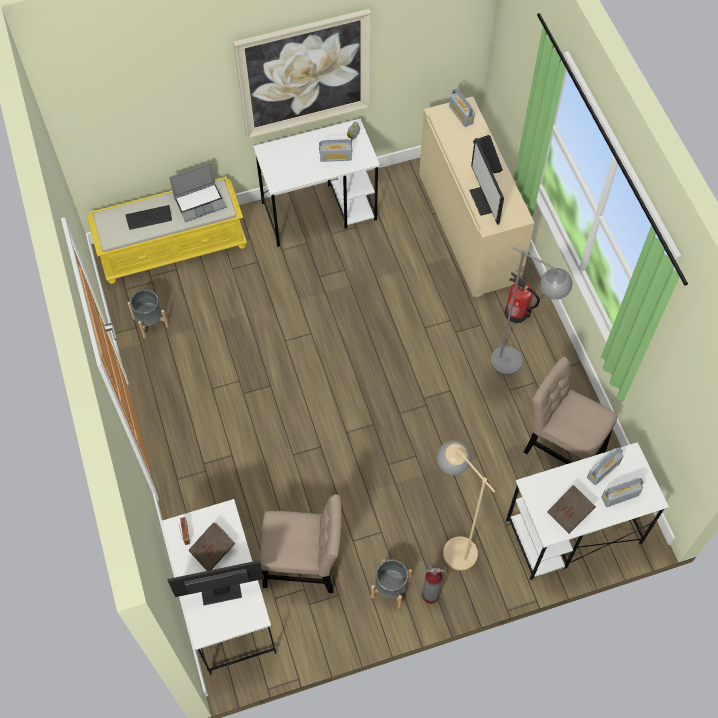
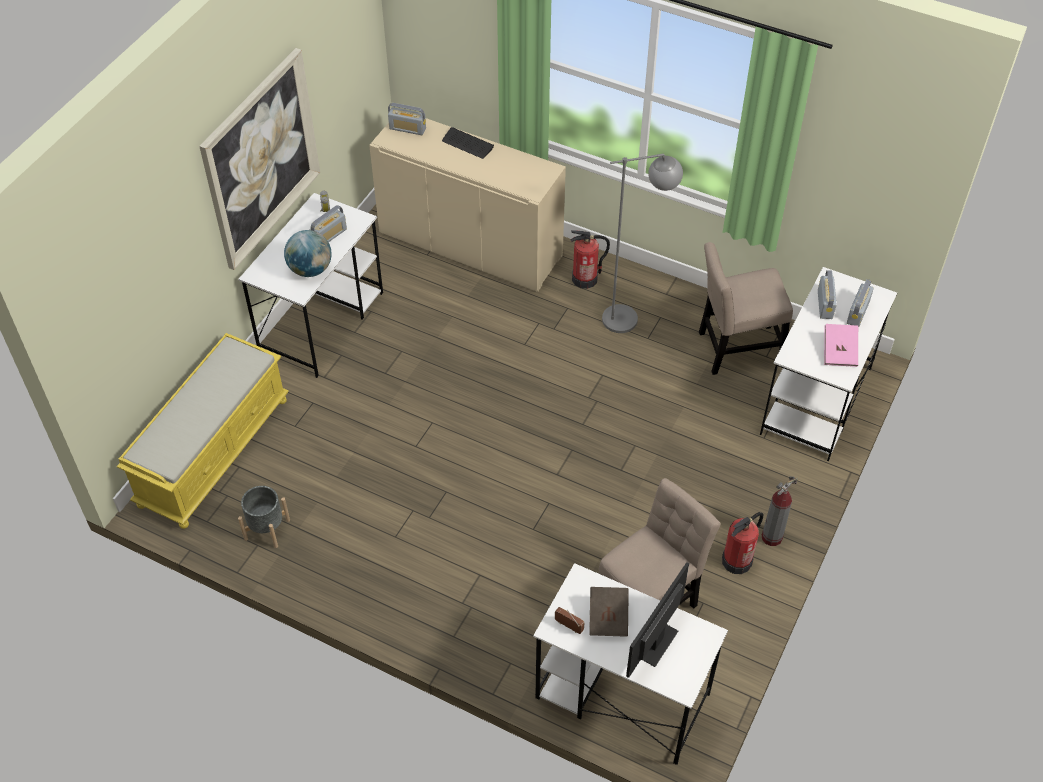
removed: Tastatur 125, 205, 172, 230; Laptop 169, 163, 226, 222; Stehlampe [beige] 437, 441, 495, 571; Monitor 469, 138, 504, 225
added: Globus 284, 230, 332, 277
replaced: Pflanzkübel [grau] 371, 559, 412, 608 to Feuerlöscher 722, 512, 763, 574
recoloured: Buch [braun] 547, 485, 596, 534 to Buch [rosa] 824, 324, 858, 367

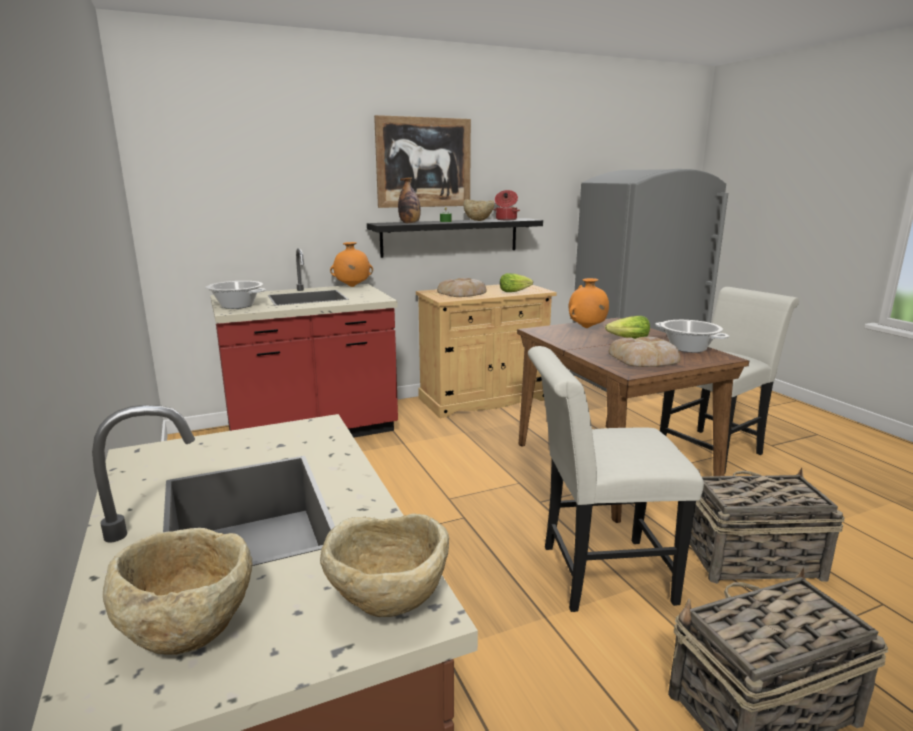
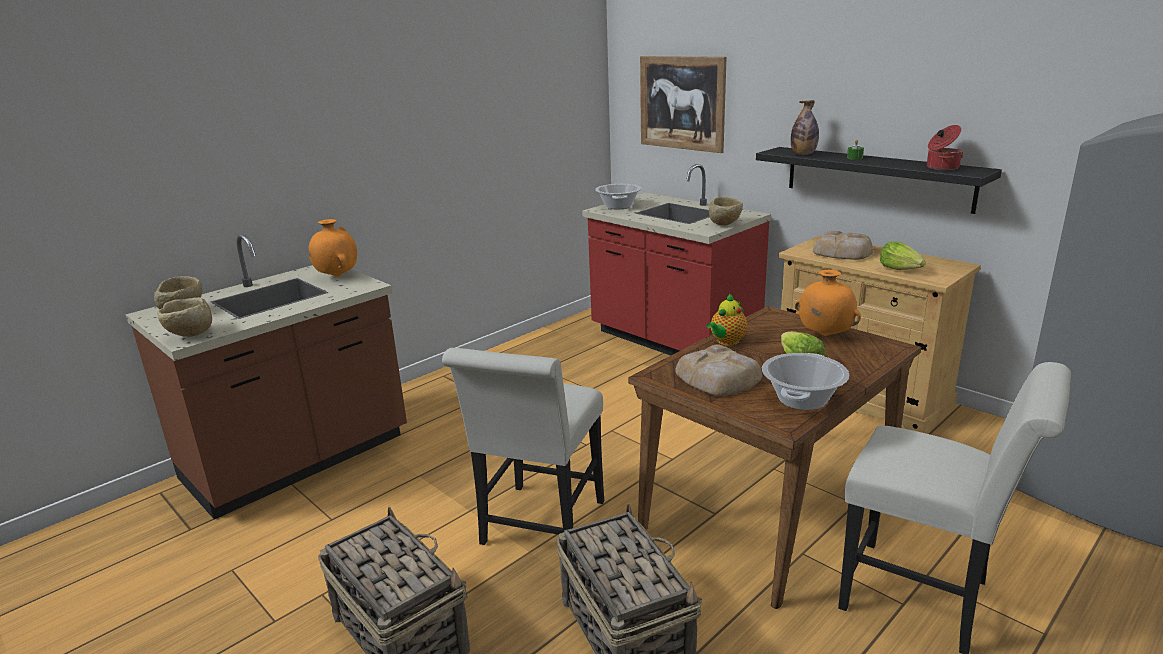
added: Teekanne 706, 293, 748, 346
moved: Vase [orange] 330, 242, 373, 287 to 308, 219, 357, 277; Bild 374, 115, 471, 208 to 640, 56, 727, 153; Schüssel [beige] 463, 199, 495, 221 to 709, 197, 743, 225
turned: Stuhl [weiß] 528, 346, 704, 612 = 442, 348, 604, 545 135 degrees counterclockwise

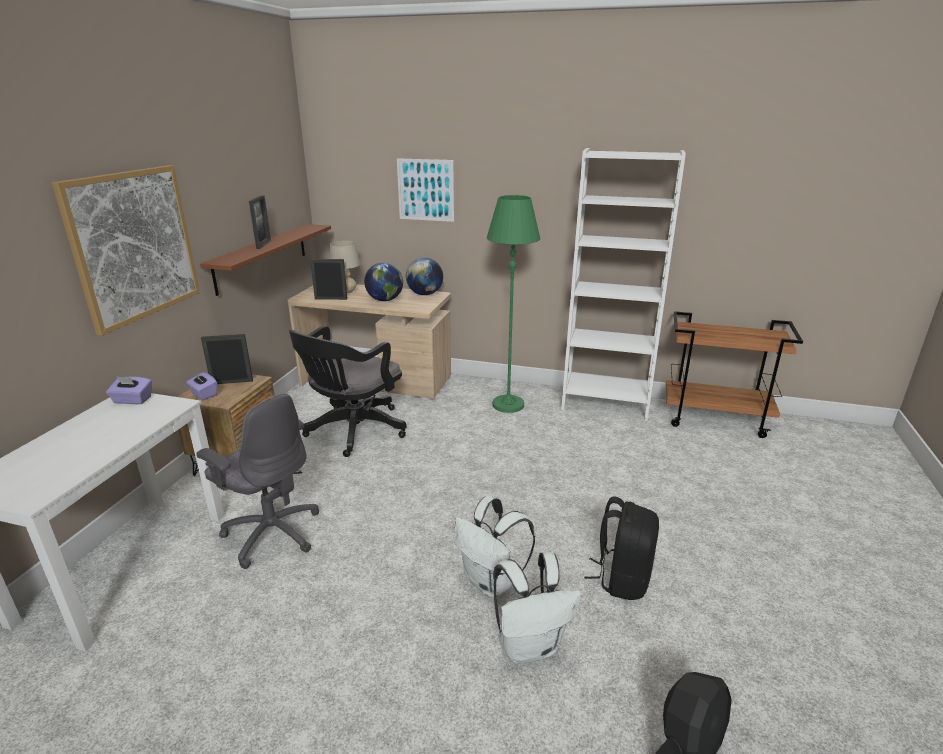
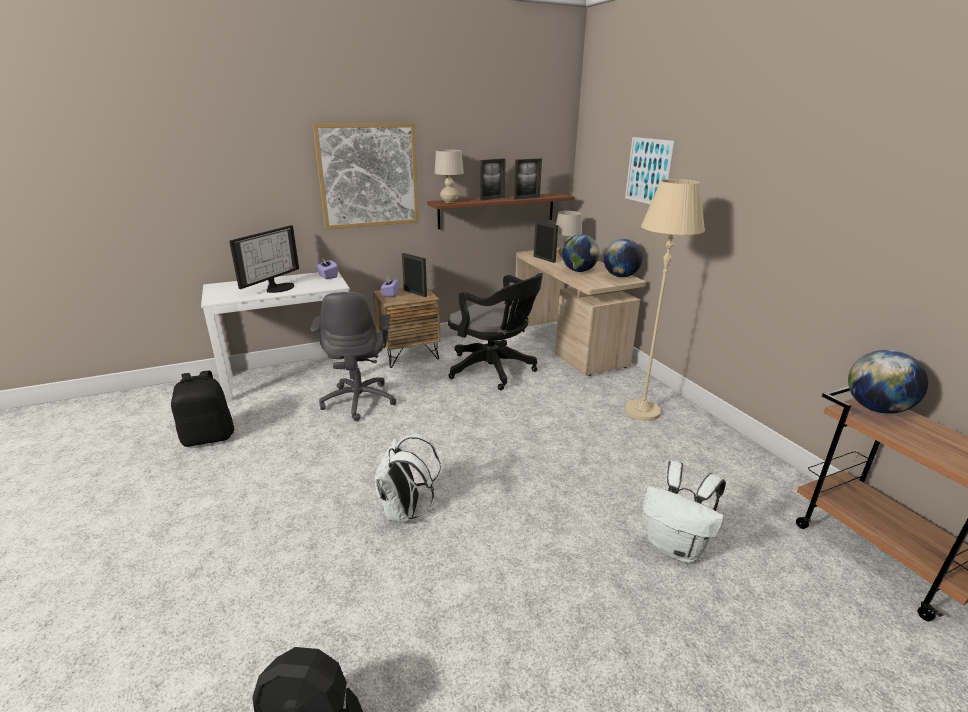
removed: Bücherregal [weiß] 561, 148, 686, 421
added: Monitor 229, 225, 299, 293; Tischlampe [beige] 434, 149, 464, 203; Bilderrahmen 514, 158, 542, 200; Globus 848, 350, 928, 414
moved: Rucksack [weiß] 493, 552, 581, 663 to 643, 461, 726, 563; Rucksack [schwarz] 584, 496, 659, 600 to 171, 371, 234, 447
recoloured: Stehlampe [grün] 487, 195, 540, 413 to Stehlampe [beige] 624, 179, 705, 421
turned: Bürostuhl [schwarz] 289, 326, 407, 457 = 448, 273, 543, 390 135 degrees counterclockwise

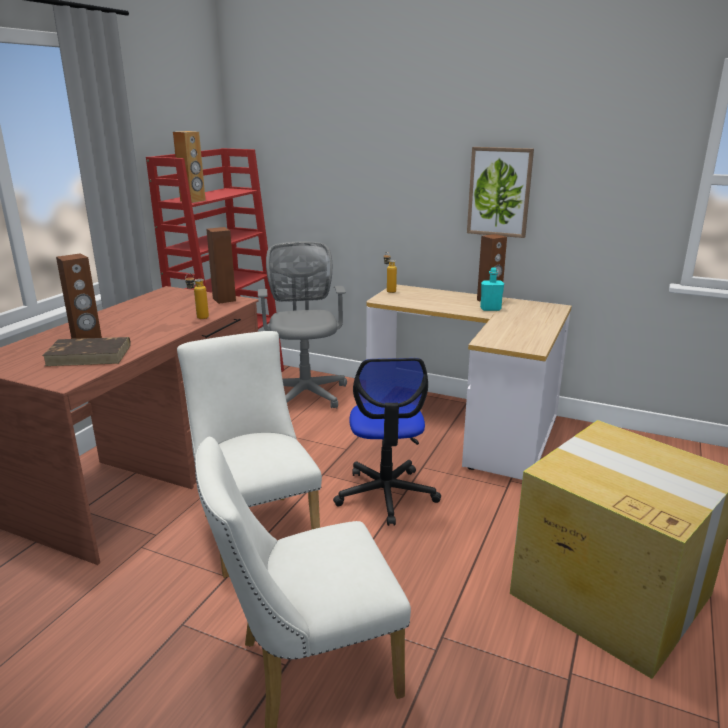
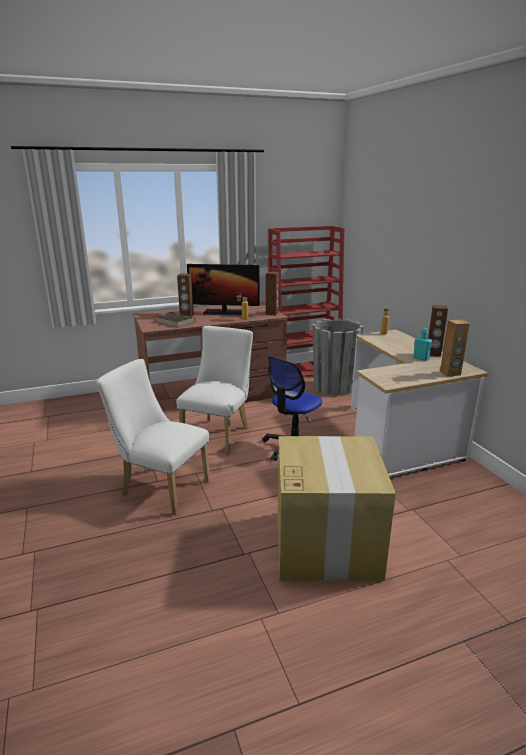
removed: Bild 467, 147, 534, 238
added: Monitor 187, 264, 260, 315
moved: Lautsprecher [braun] 173, 131, 206, 203 to 440, 319, 470, 376
replaced: Bürostuhl [grau] 258, 241, 347, 408 to Pflanzkübel [grau] 313, 318, 363, 396

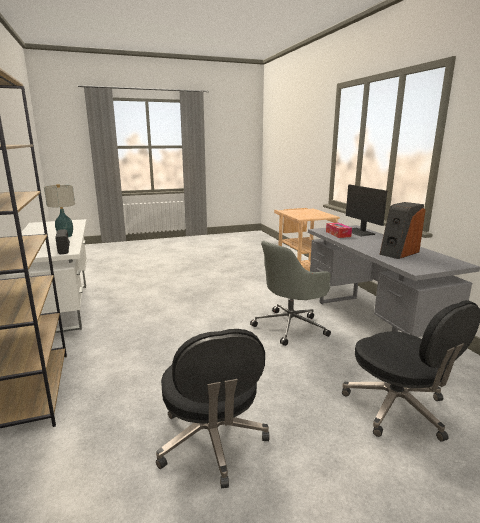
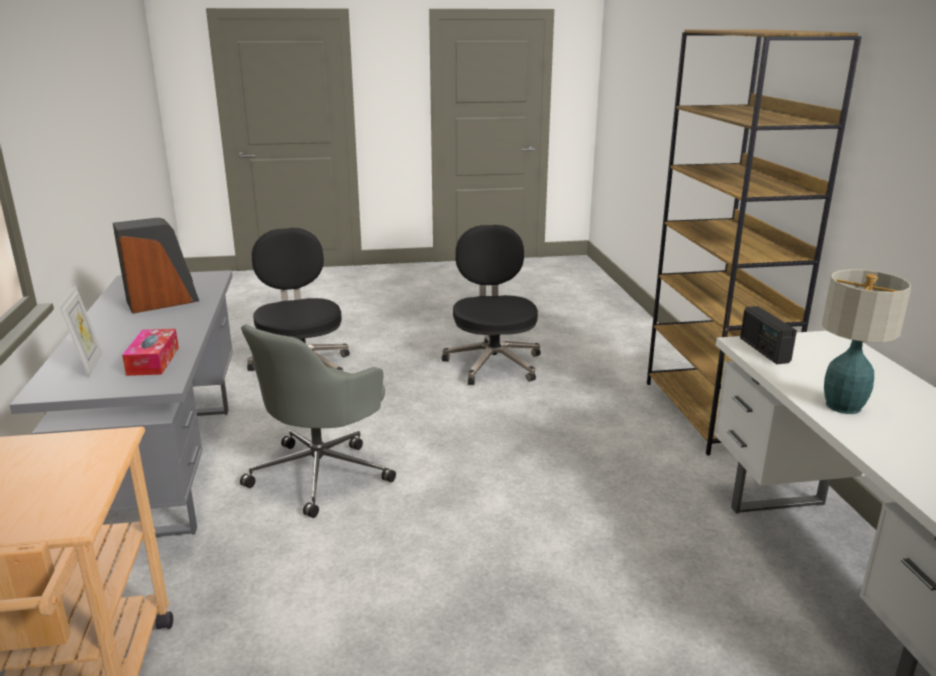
replaced: Monitor 346, 184, 387, 236 to Bilderrahmen 59, 286, 103, 378
turned: Bürostuhl [grau] 250, 241, 331, 346 = 240, 324, 396, 518 150 degrees clockwise

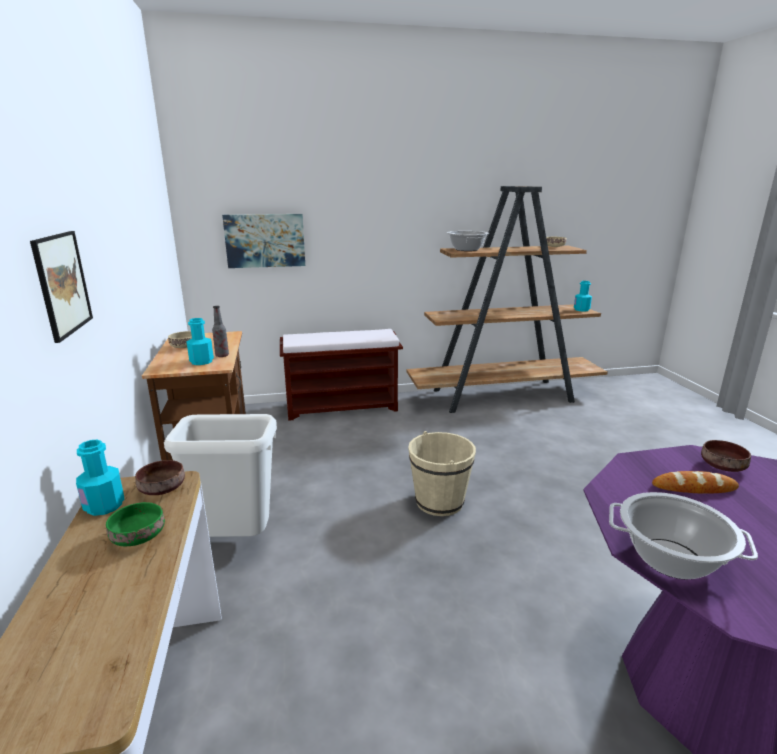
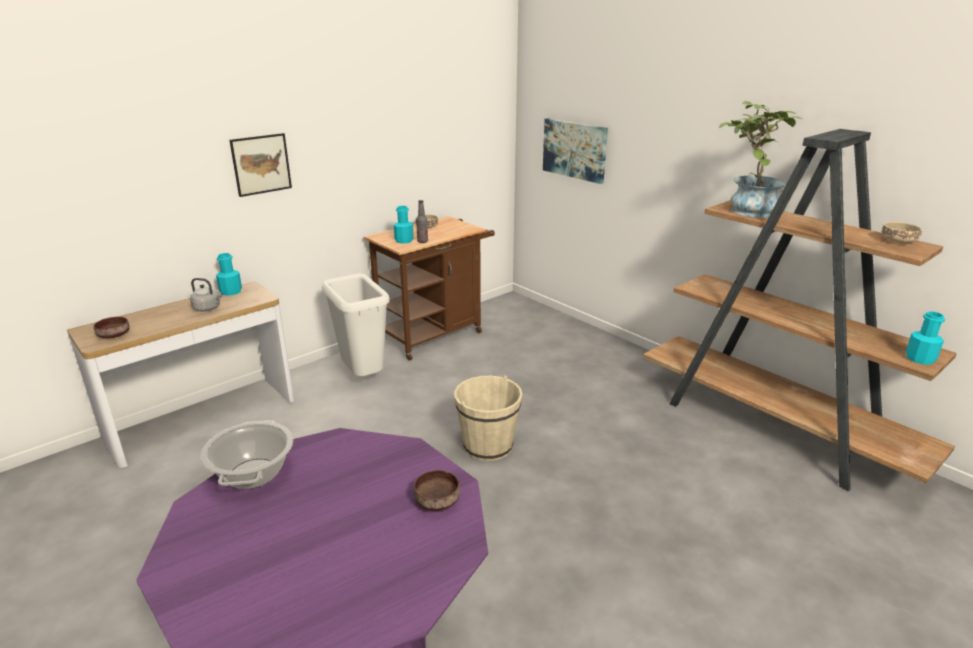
removed: Bank [braun] 280, 329, 403, 421; Brot 652, 471, 739, 494
moved: Schüssel [braun] 135, 460, 185, 495 to 94, 317, 130, 338
replaced: Schüssel [grün] 106, 502, 165, 546 to Wasserkessel [grau] 190, 278, 223, 312; Kochtopf 447, 231, 489, 251 to Topfpflanze 719, 101, 802, 218

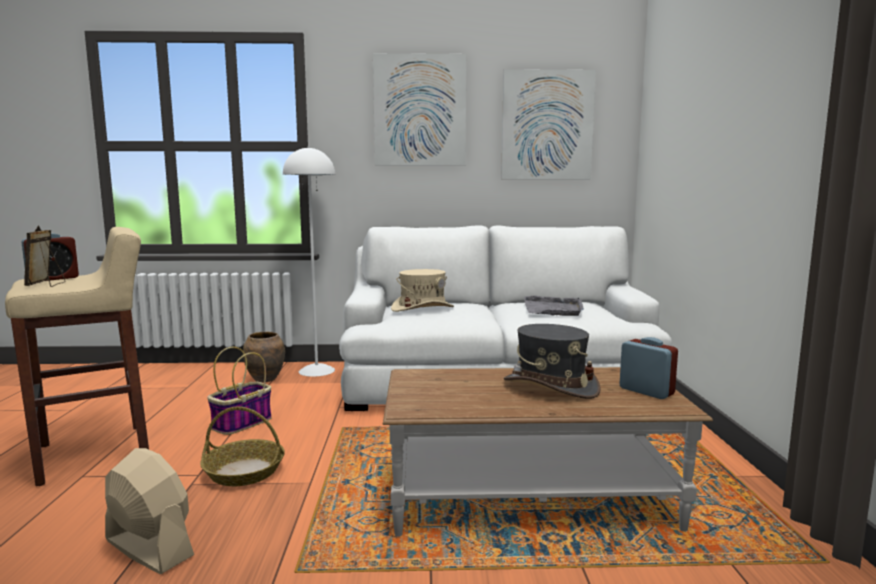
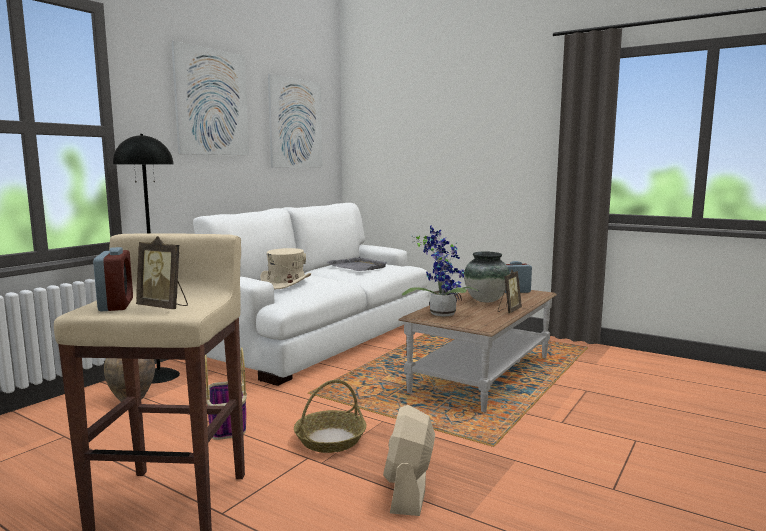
added: Topfpflanze 402, 226, 480, 317; Bilderrahmen 498, 270, 522, 313
replaced: Hut [grau] 504, 324, 601, 399 to Vase 464, 252, 510, 302
recoloured: Stehlampe [weiß] 283, 146, 335, 377 to Stehlampe [schwarz] 113, 134, 180, 384
turned: Ventilator [beige] 105, 448, 194, 574 = 383, 405, 435, 516 60 degrees counterclockwise

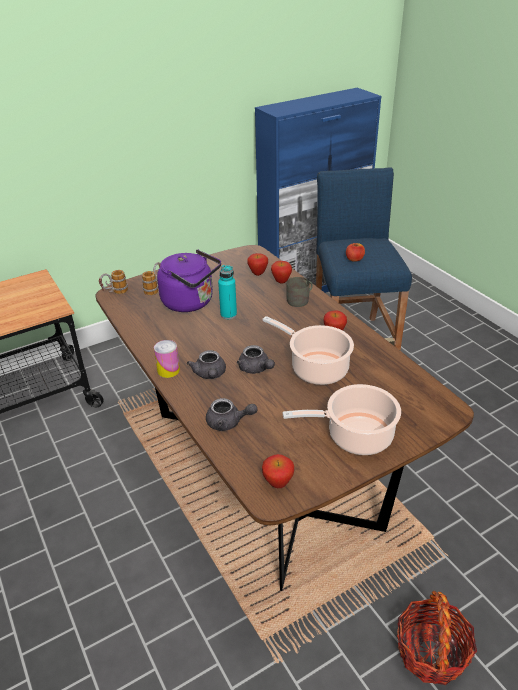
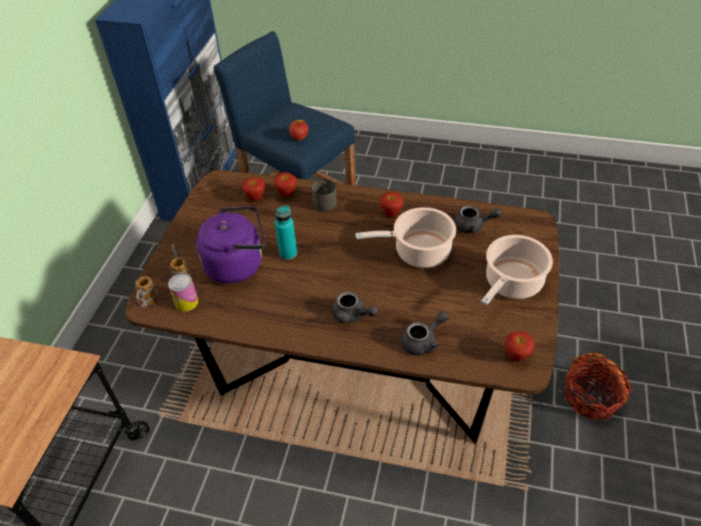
moved: Dose 154, 340, 180, 378 to 168, 273, 198, 312; Teekanne [grau] 237, 345, 275, 374 to 454, 205, 501, 233

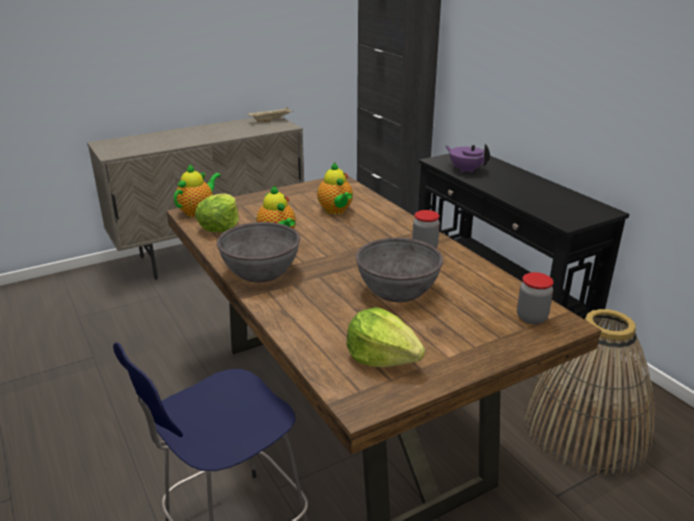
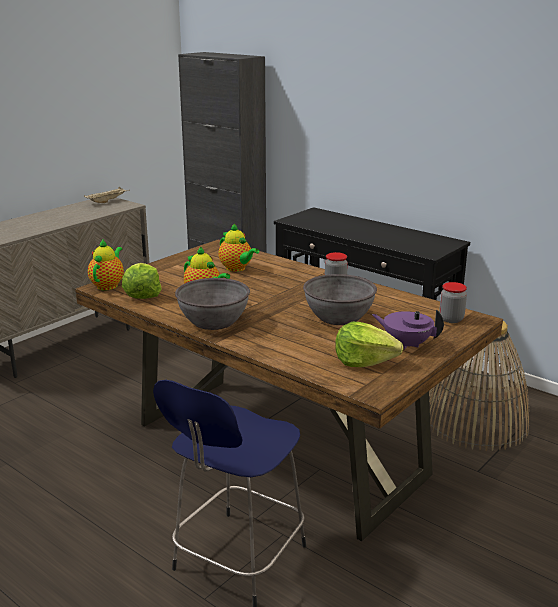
moved: Teekanne [lila] 446, 144, 490, 173 to 372, 310, 444, 350

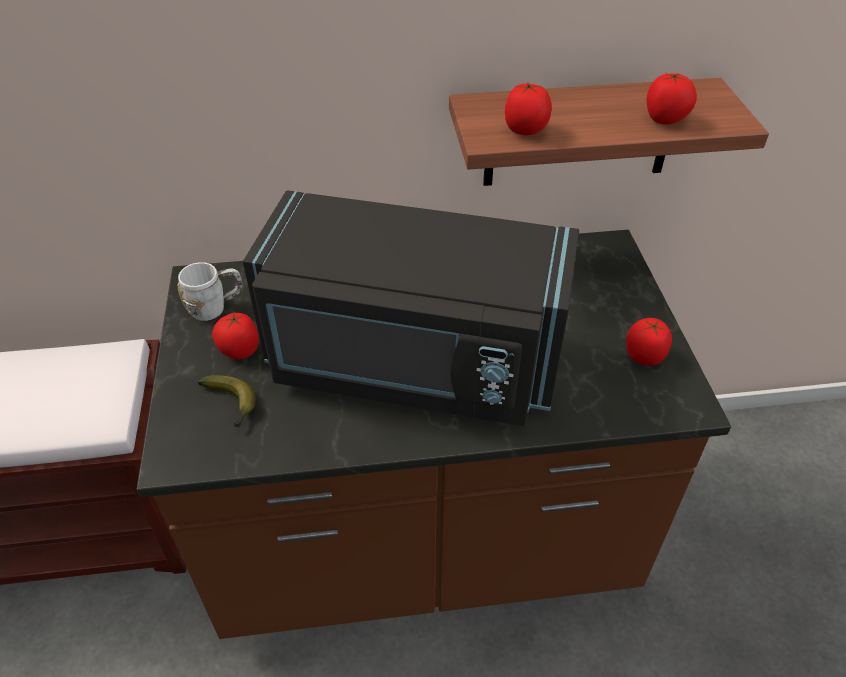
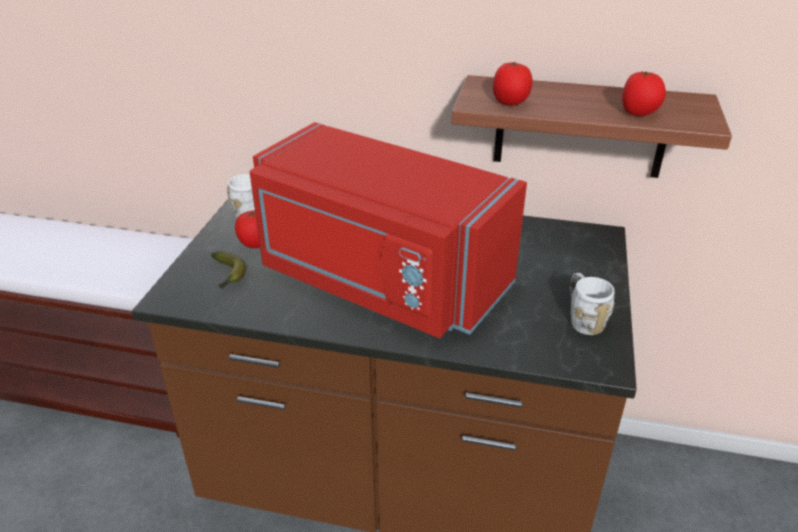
replaced: Tomate 626, 318, 672, 366 to Henkelbecher [weiß] 570, 273, 615, 335
recoloured: Mikrowelle [schwarz] 243, 190, 579, 426 to Mikrowelle [rot] 249, 122, 527, 338

